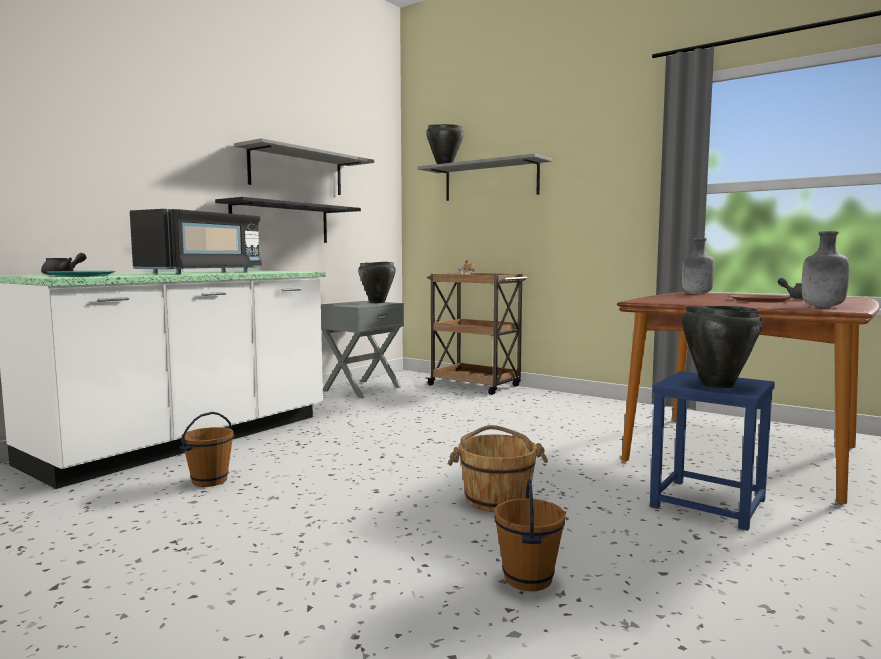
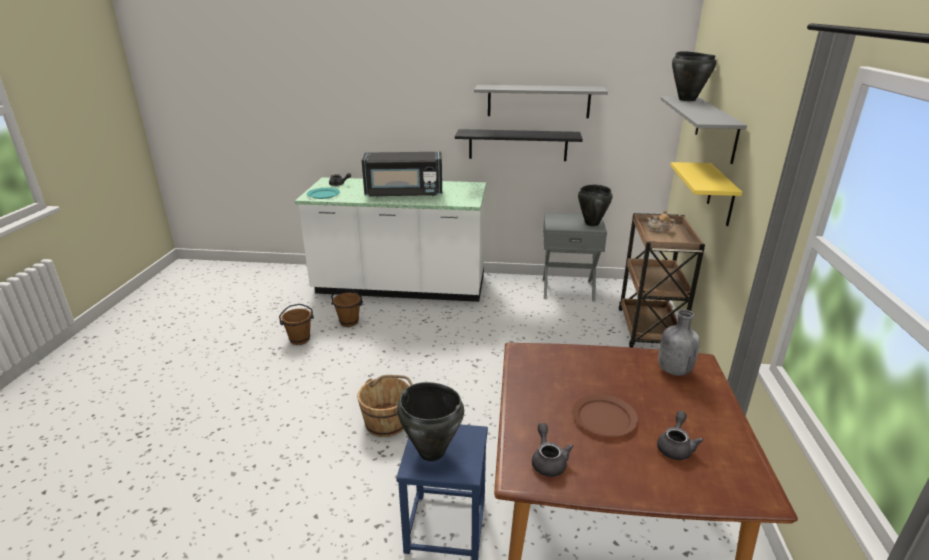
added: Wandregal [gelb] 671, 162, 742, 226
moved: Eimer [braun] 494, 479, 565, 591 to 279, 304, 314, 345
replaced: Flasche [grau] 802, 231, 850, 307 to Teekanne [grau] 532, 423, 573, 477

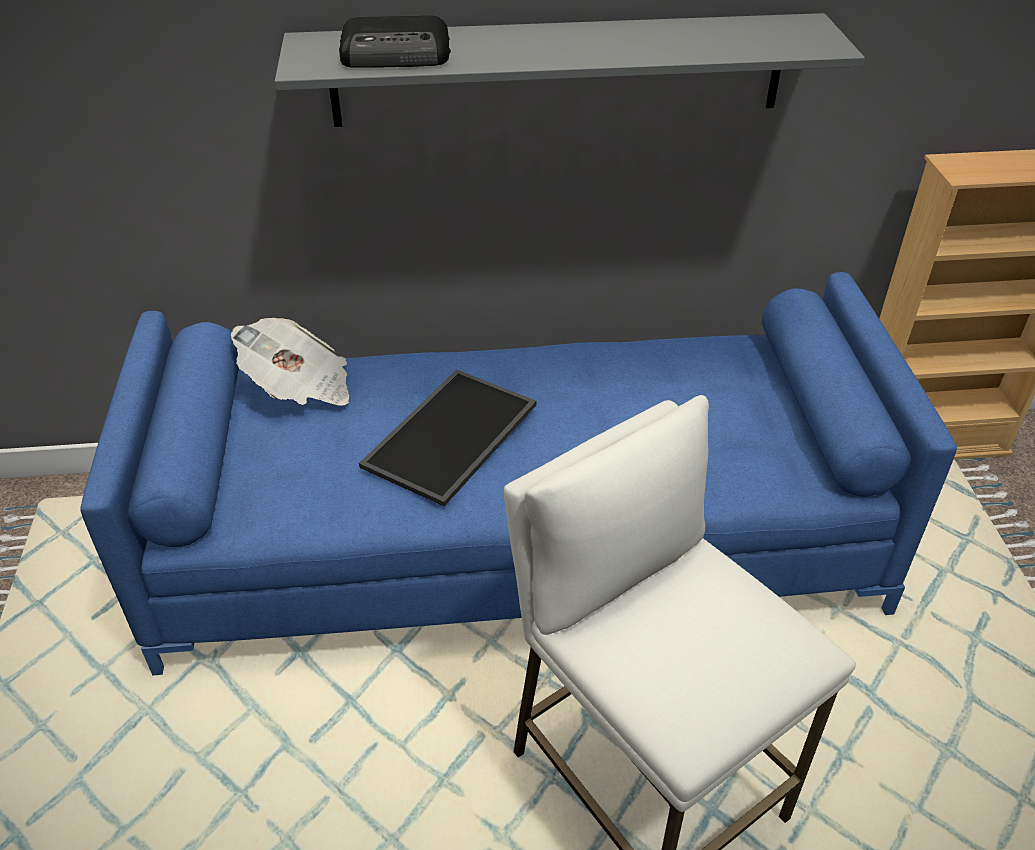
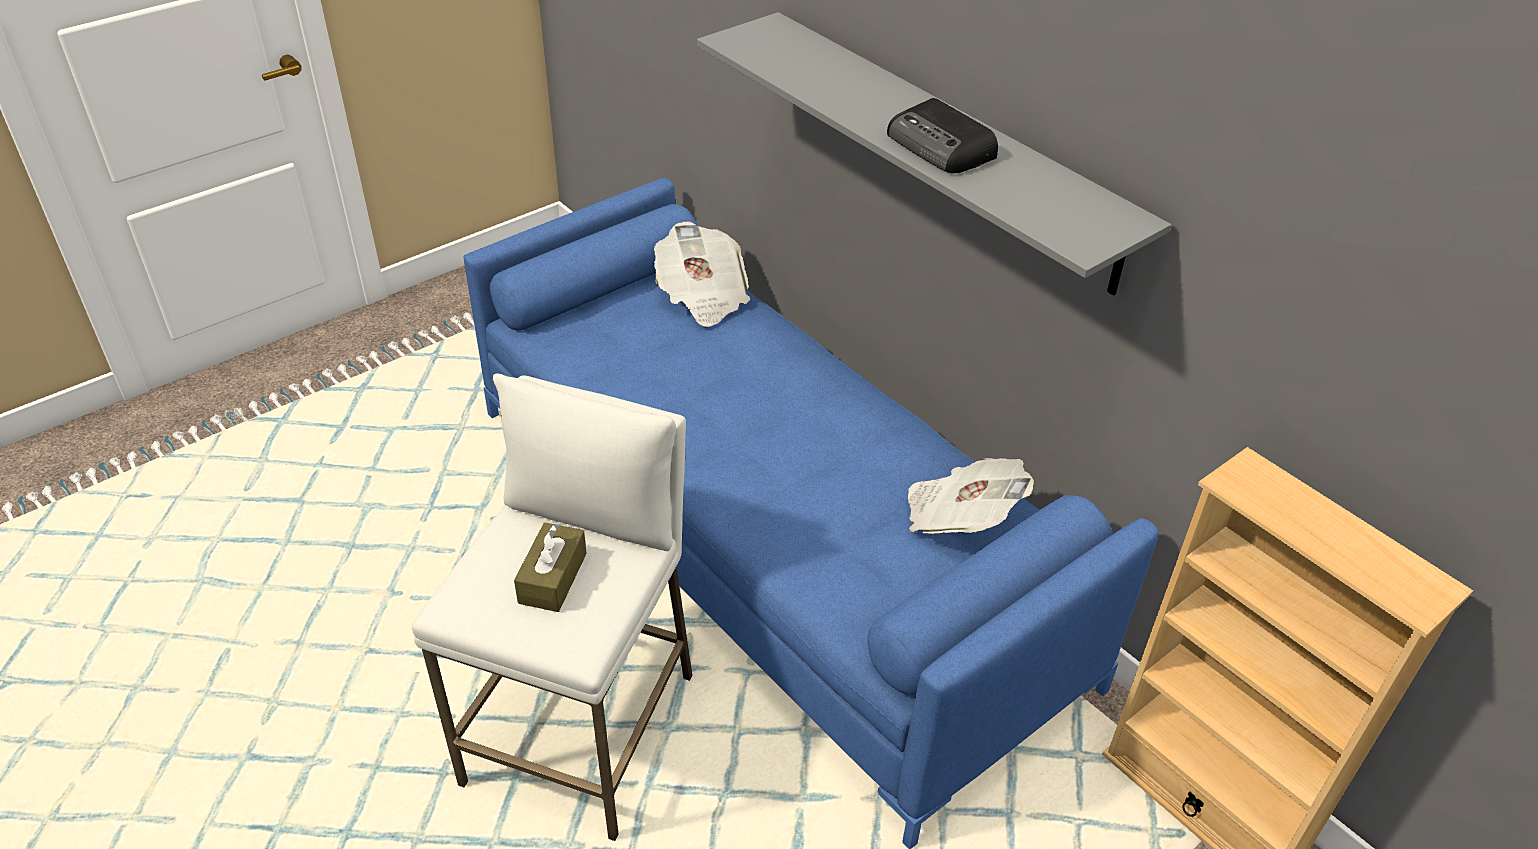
removed: Tablett 359, 370, 537, 506
added: Taschentuchbox [braun] 514, 522, 587, 612; Zeitung 908, 458, 1034, 534
moved: Radio 339, 15, 451, 68 to 887, 98, 998, 173

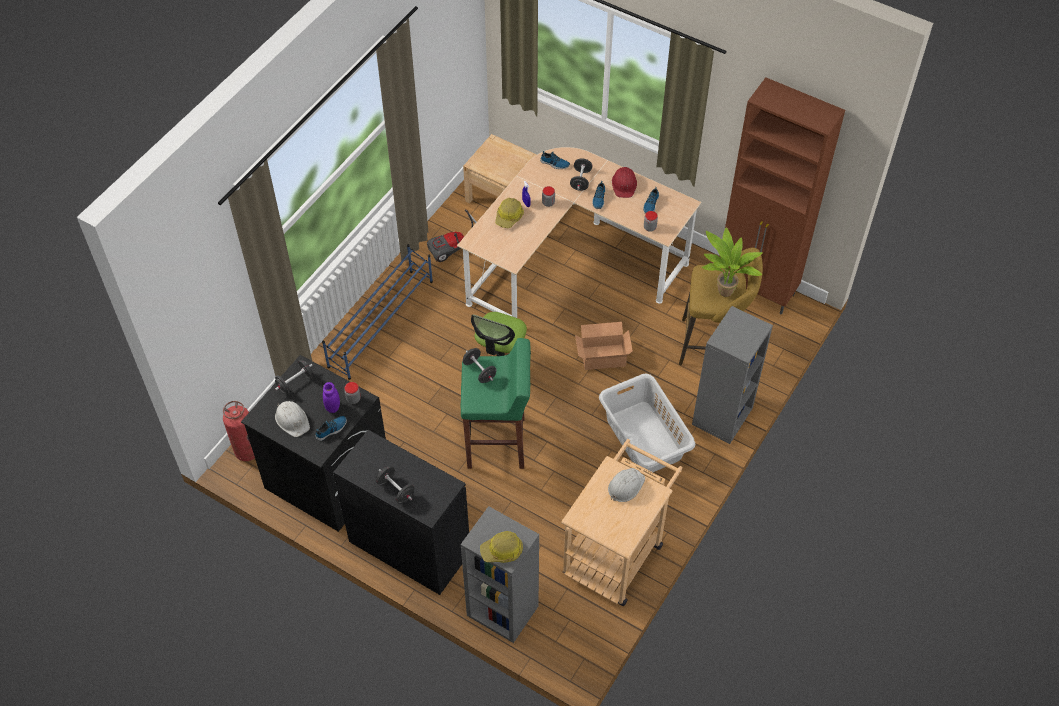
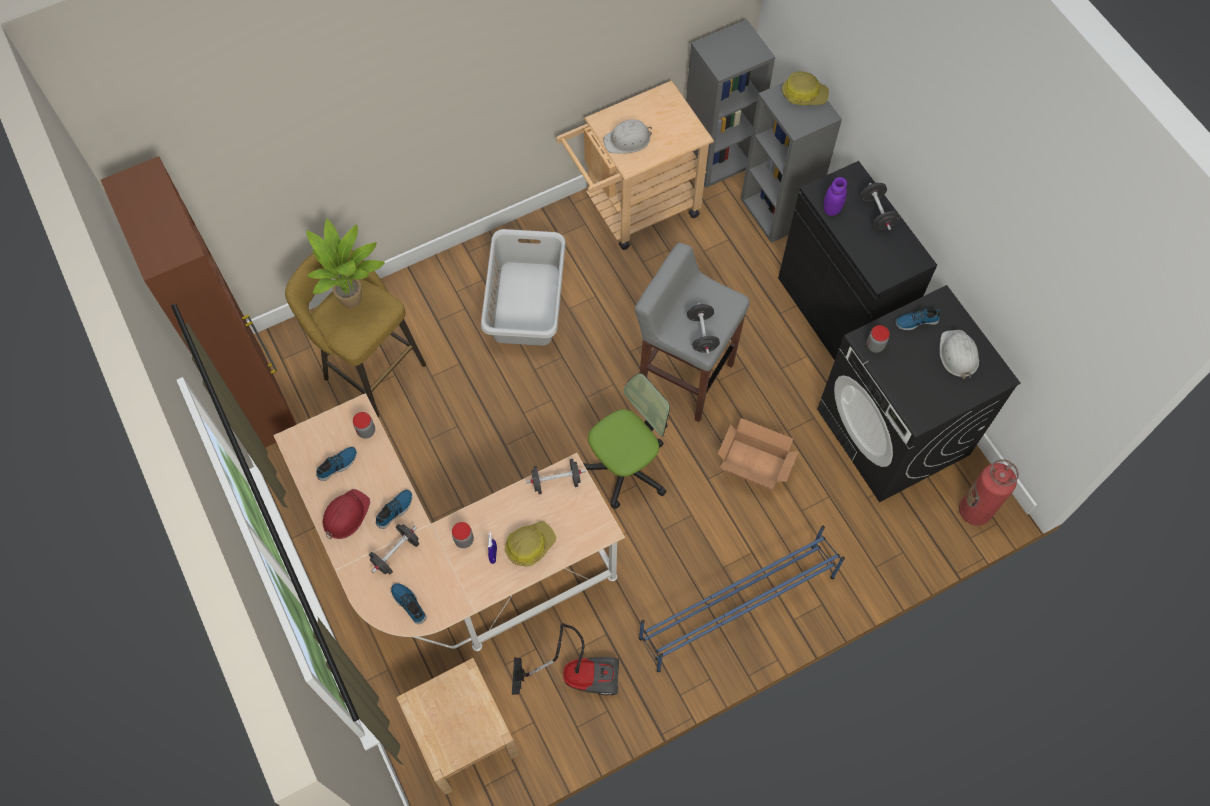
moved: Hantel [schwarz] 275, 360, 313, 394 to 526, 459, 586, 494; Vorratsglas [lila] 323, 382, 340, 413 to 824, 177, 847, 216; Karton 575, 322, 633, 370 to 718, 418, 799, 491; Bücherregal [grau] 692, 306, 773, 444 to 686, 20, 775, 188
recoloured: Hocker [grün] 461, 338, 531, 469 to Hocker [grau] 635, 243, 750, 422

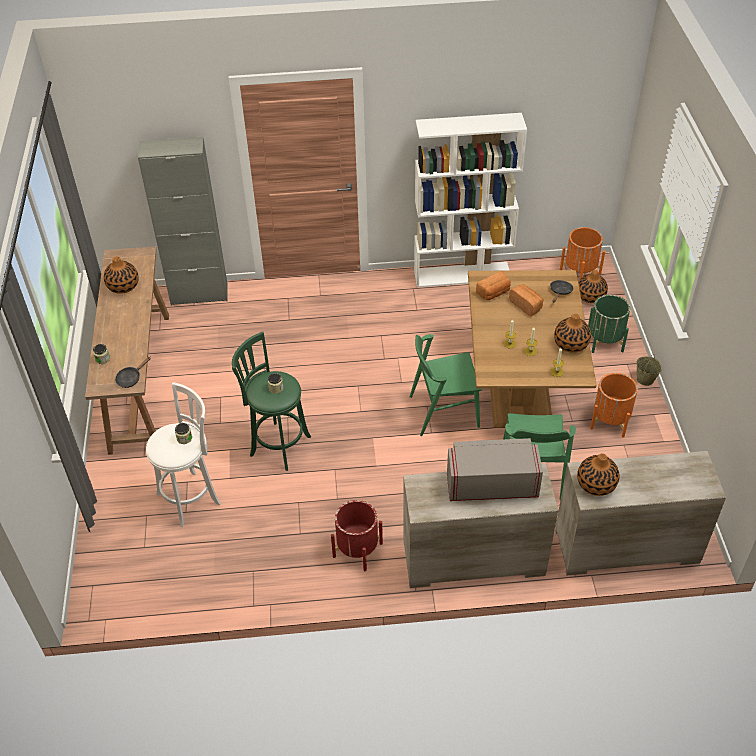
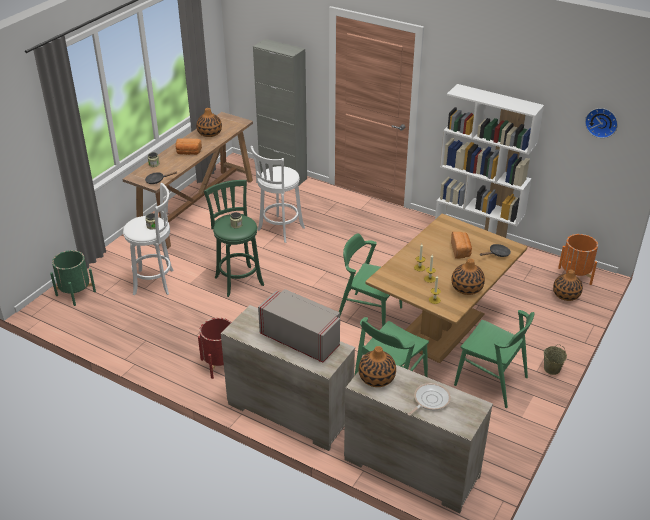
added: Hocker [weiß] 251, 146, 305, 243; Pfanne 408, 383, 451, 416; Wanduhr 585, 108, 618, 138
moved: Brot 476, 271, 511, 300 to 176, 138, 202, 155; Pflanzkübel [grün] 588, 295, 630, 353 to 50, 250, 96, 306
replaced: Pflanzkübel [orange] 590, 373, 638, 438 to Stuhl [grün] 454, 310, 535, 408

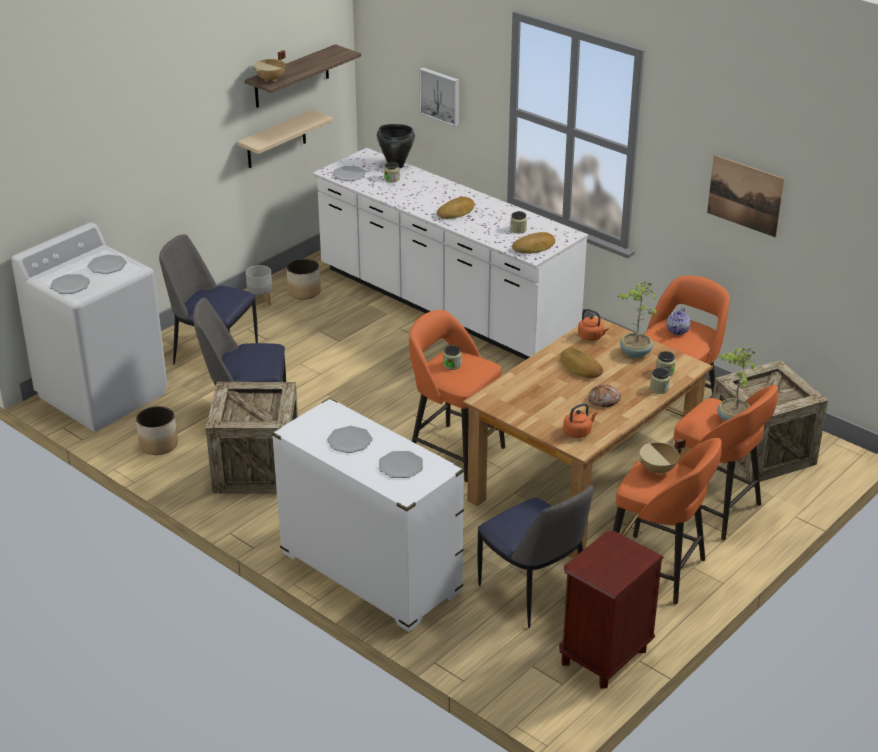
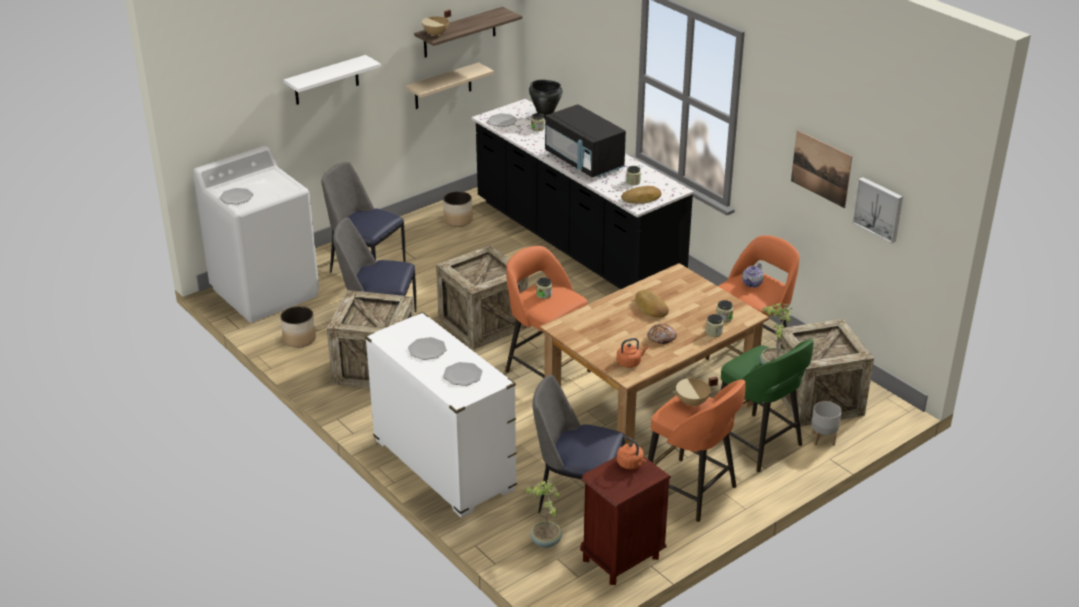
removed: Teller 87, 254, 127, 274
added: Wandregal [weiß] 284, 55, 381, 105; Kiste 436, 245, 528, 349
moved: Pflanzkübel [grau] 246, 265, 272, 306 to 811, 401, 841, 446; Bild 419, 67, 459, 126 to 852, 177, 903, 243; Wasserkessel [orange] 578, 309, 609, 341 to 617, 436, 647, 469; Topfpflanze 618, 281, 657, 358 to 524, 478, 562, 548
replaced: Brot 437, 197, 474, 219 to Mikrowelle [schwarz] 545, 104, 626, 177
recoloured: Küchenzeile [weiß] 312, 148, 588, 360 to Küchenzeile [schwarz] 471, 99, 694, 289; Hocker [orange] 674, 385, 778, 540 to Hocker [grün] 721, 339, 814, 472
turned: Stuhl 477, 485, 594, 628 = 533, 375, 625, 514 135 degrees clockwise

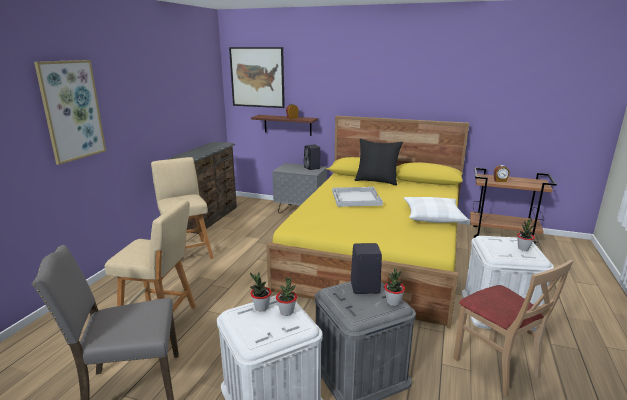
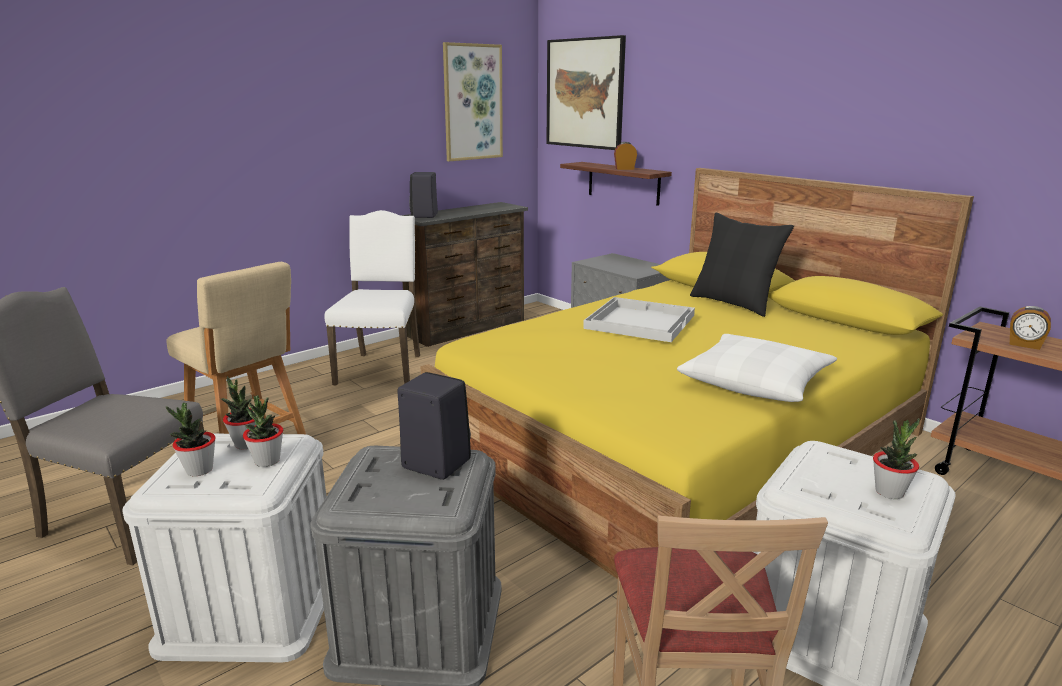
moved: Bild 34, 60, 106, 165 to 443, 42, 503, 161; Lautsprecher [schwarz] 303, 144, 320, 170 to 409, 172, 438, 218; Topfpflanze 384, 268, 405, 306 to 166, 403, 216, 476
replaced: Hocker [beige] 151, 157, 213, 259 to Stuhl [weiß] 324, 210, 420, 385

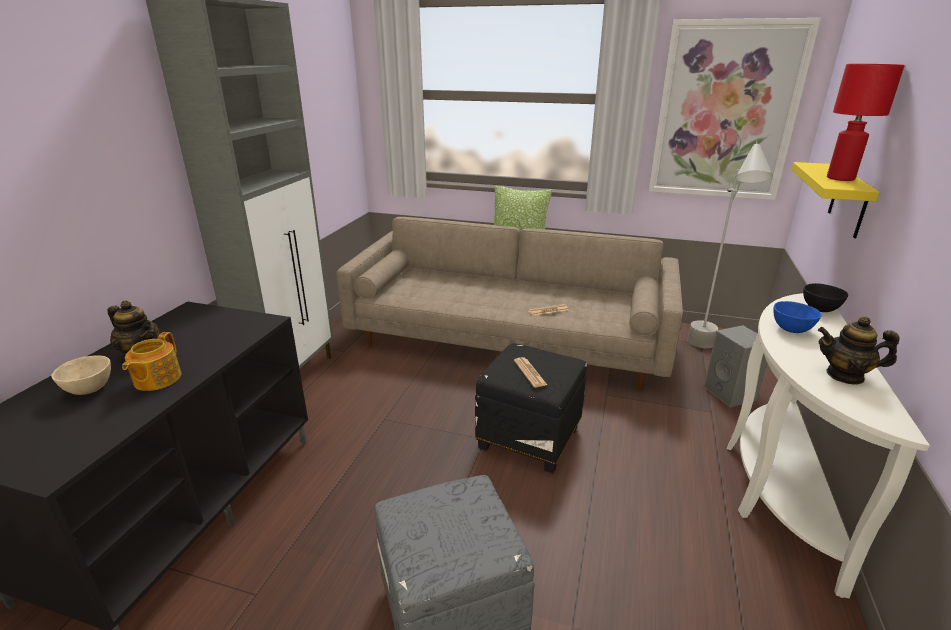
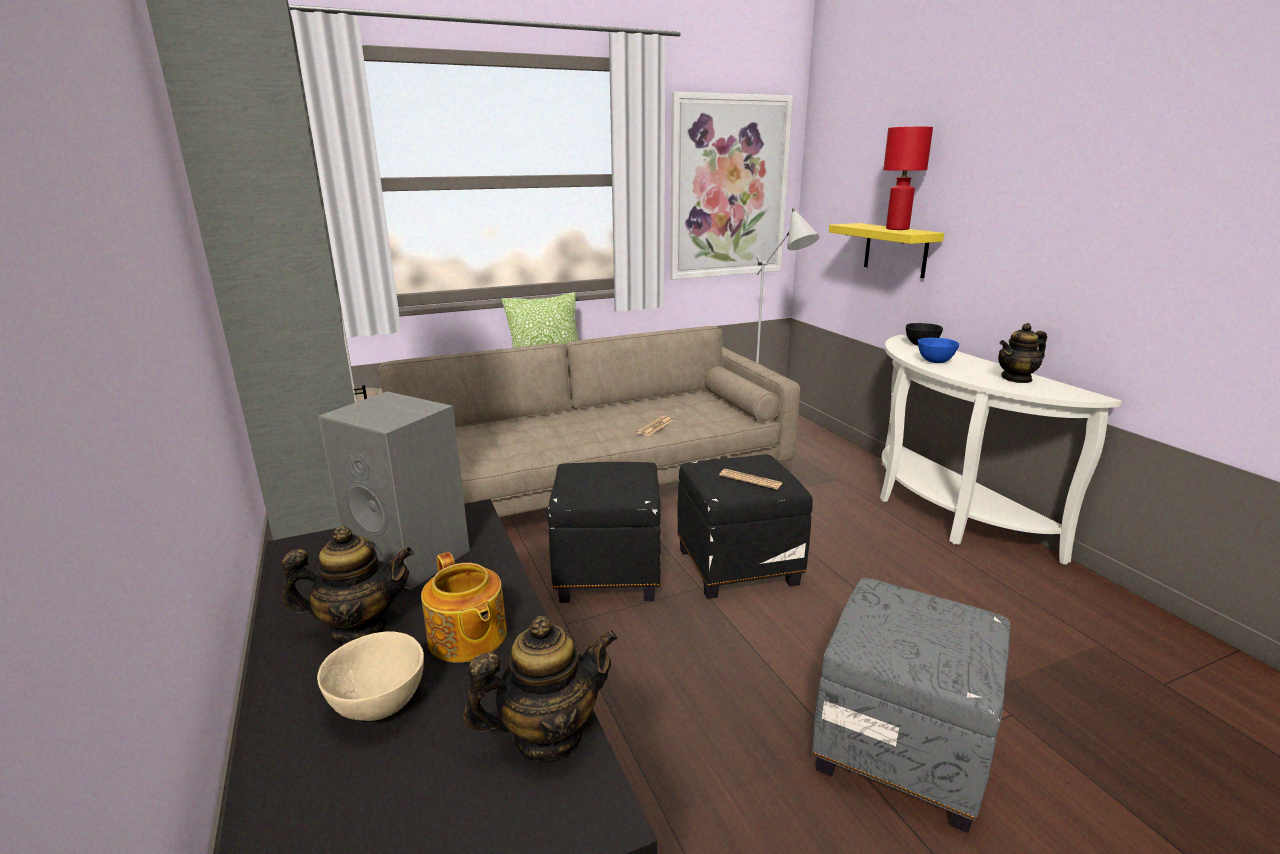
added: Teekanne 463, 616, 618, 761; Polsterhocker [schwarz] 547, 462, 661, 603
moved: Lautsprecher [grau] 704, 325, 767, 408 to 318, 391, 470, 590

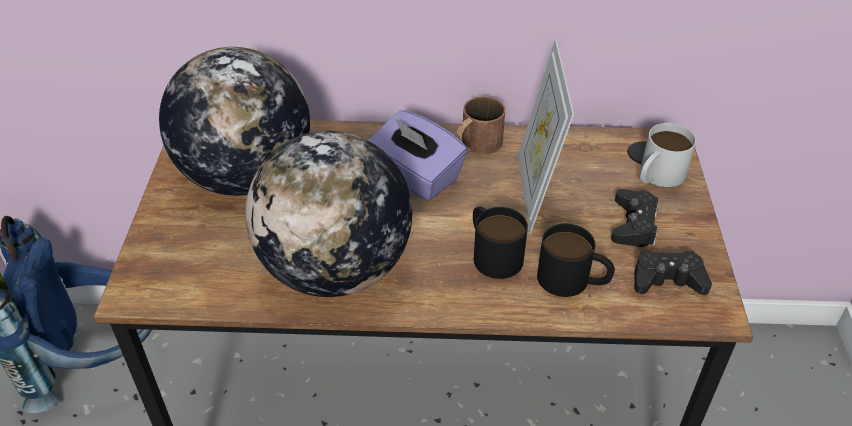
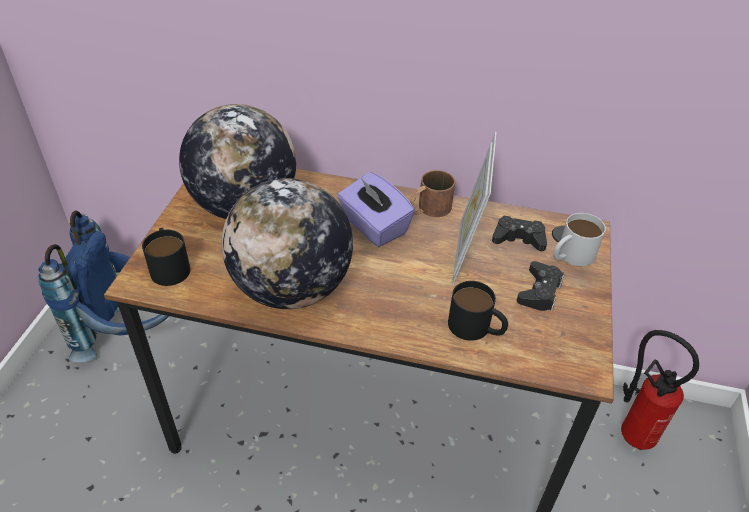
added: Feuerlöscher 621, 330, 699, 450
moved: Henkelbecher [schwarz] 473, 206, 528, 279 to 142, 228, 190, 286; Gamepad [schwarz] 634, 250, 712, 295 to 492, 216, 547, 251

